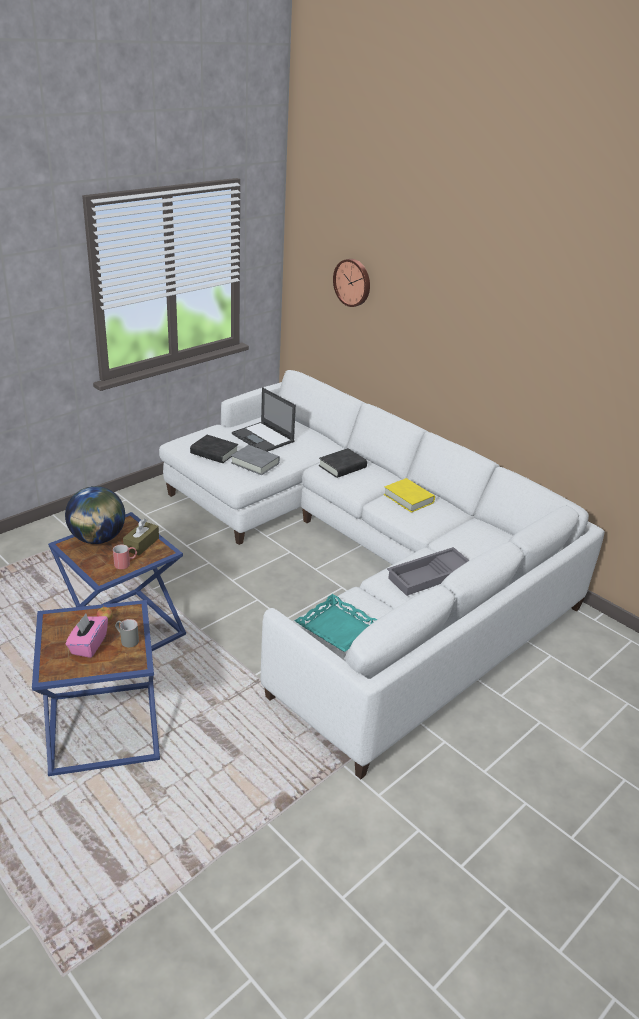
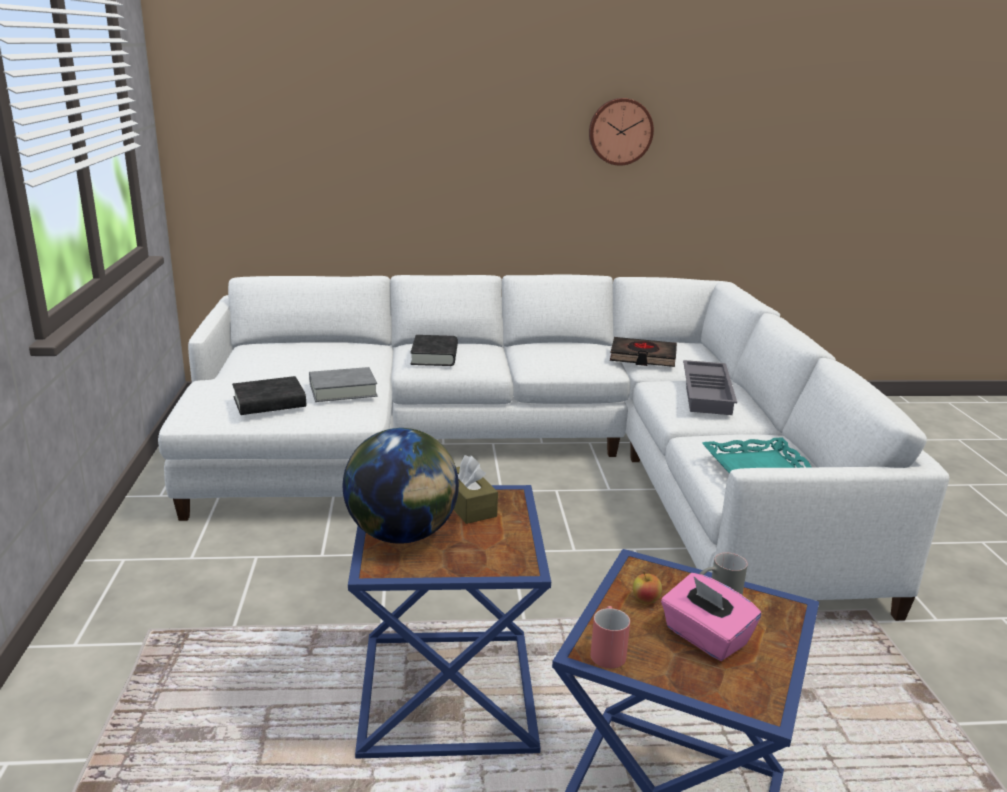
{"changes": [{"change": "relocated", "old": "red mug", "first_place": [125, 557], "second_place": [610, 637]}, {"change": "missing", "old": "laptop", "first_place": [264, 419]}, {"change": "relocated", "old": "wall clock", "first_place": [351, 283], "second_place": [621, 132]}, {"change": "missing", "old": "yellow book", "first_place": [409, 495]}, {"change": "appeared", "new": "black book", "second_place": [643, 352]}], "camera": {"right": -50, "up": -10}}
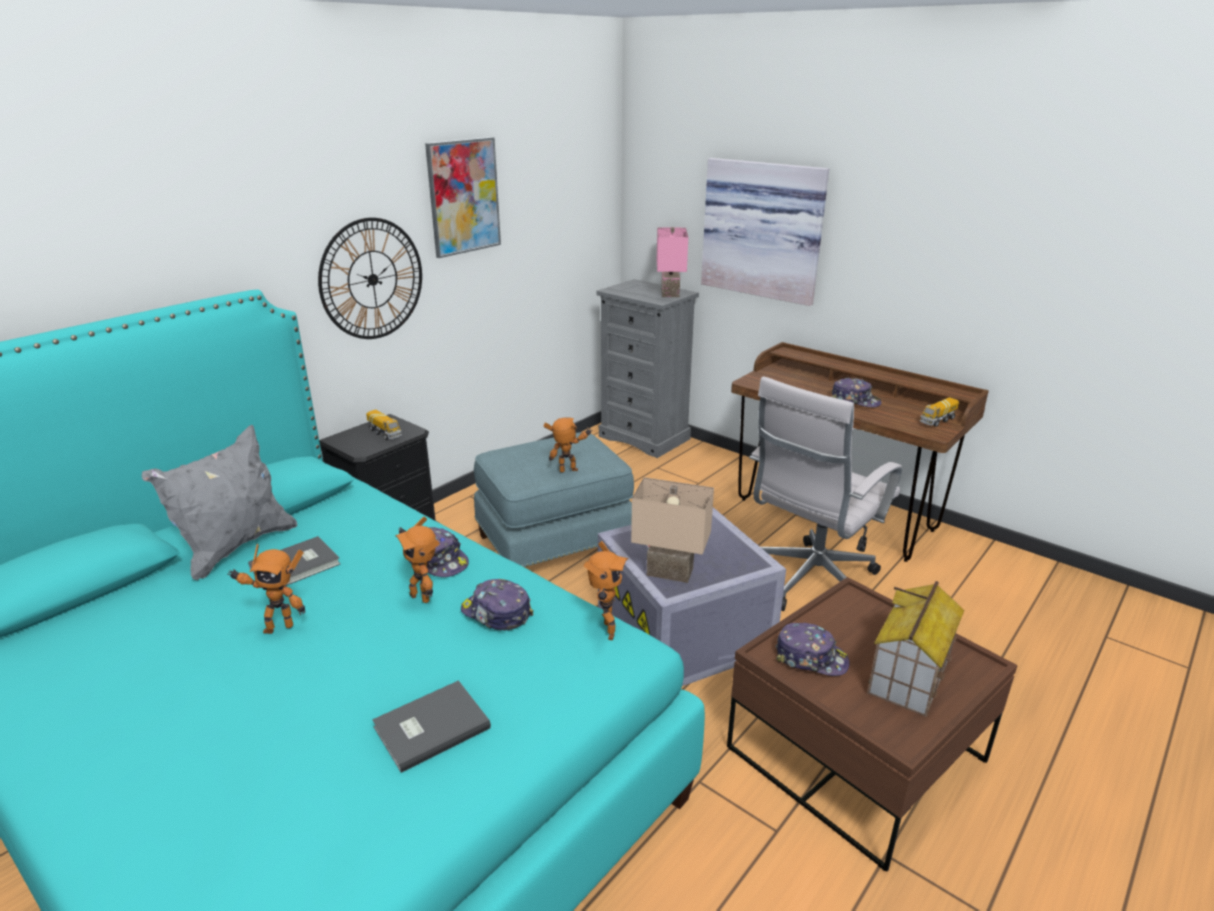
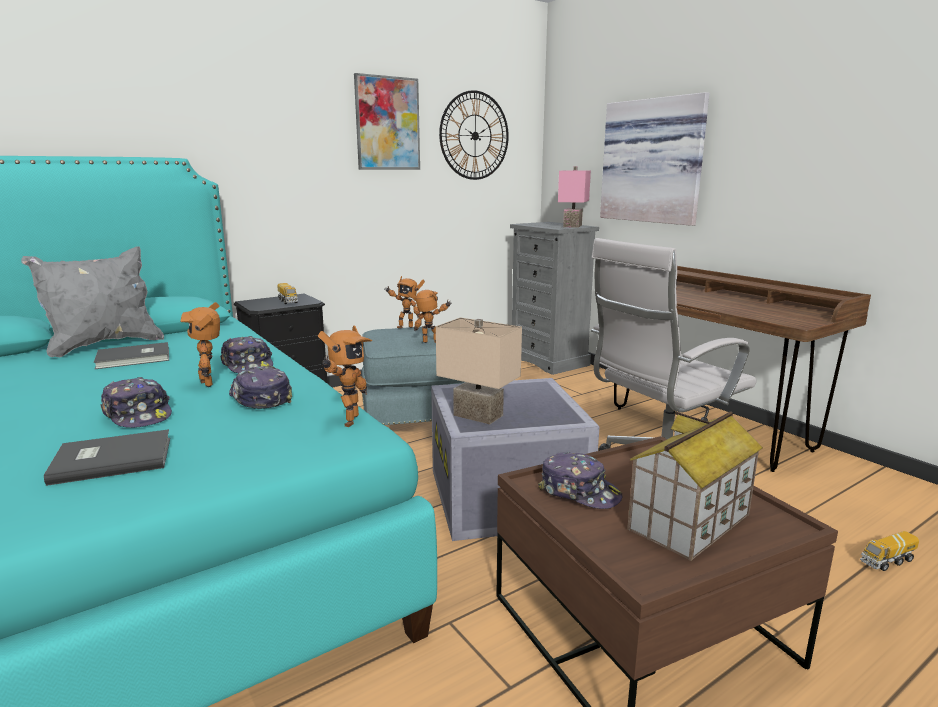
{"changes": [{"change": "relocated", "old": "toy robot", "first_place": [266, 589], "second_place": [405, 302]}, {"change": "relocated", "old": "wall clock", "first_place": [370, 278], "second_place": [474, 135]}, {"change": "relocated", "old": "cap", "first_place": [857, 392], "second_place": [136, 402]}, {"change": "relocated", "old": "toy truck", "first_place": [939, 412], "second_place": [889, 551]}], "camera": {"right": 15, "up": -10}}
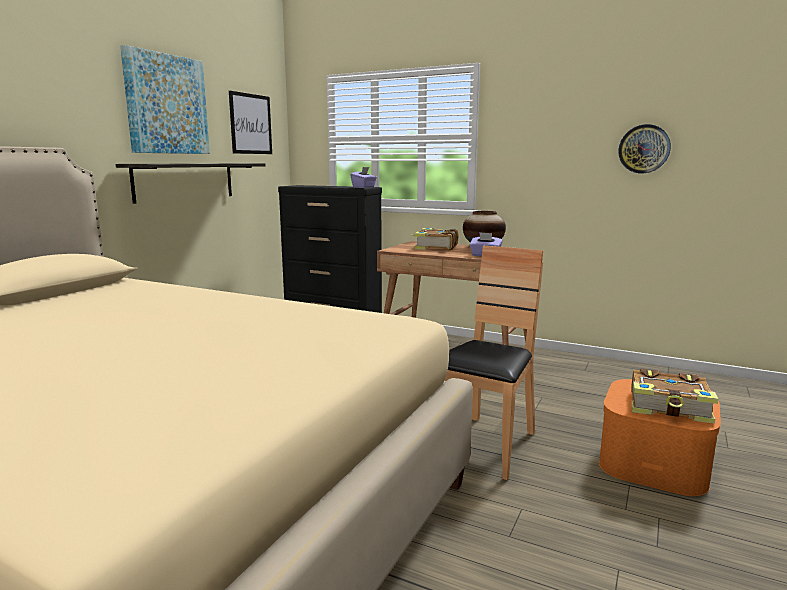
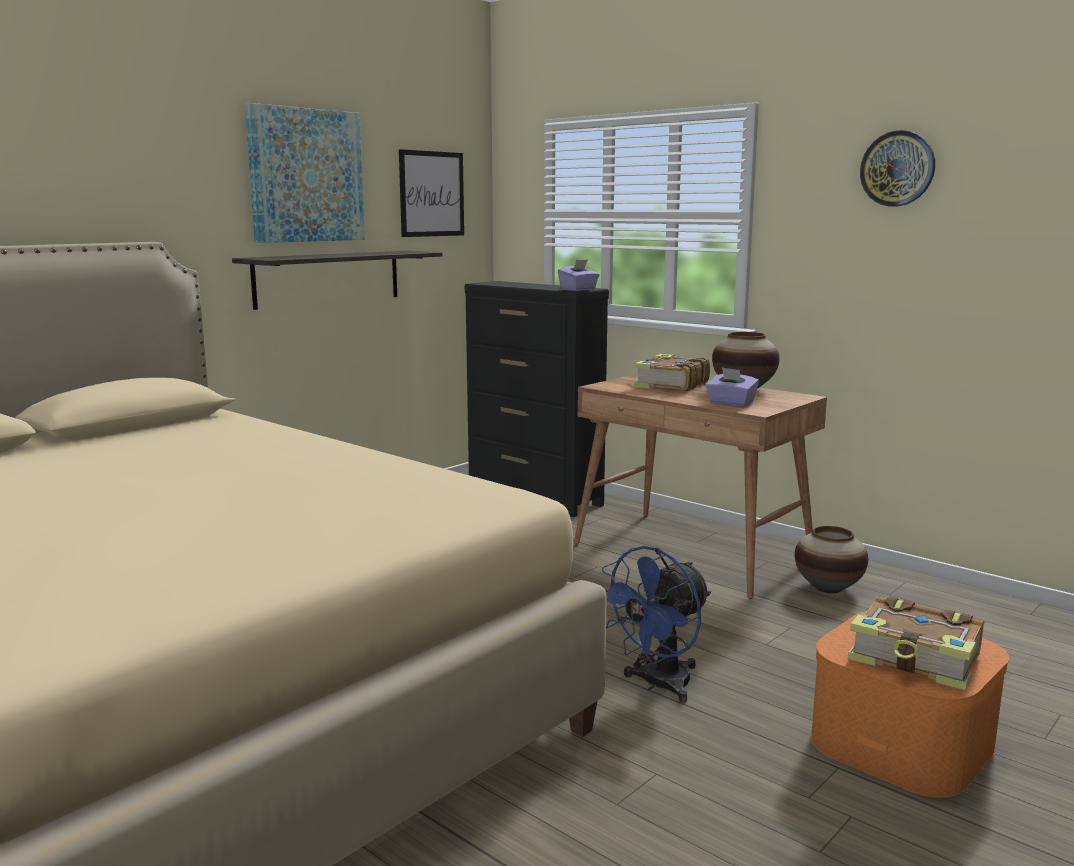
{"changes": [{"change": "exchanged", "old": "brown chair", "new": "blue fan", "first_place": [493, 363], "second_place": [656, 624]}, {"change": "relocated", "old": "wall clock", "first_place": [644, 148], "second_place": [897, 168]}, {"change": "appeared", "new": "vase", "second_place": [831, 560]}], "camera": {"right": 15, "up": 0}}
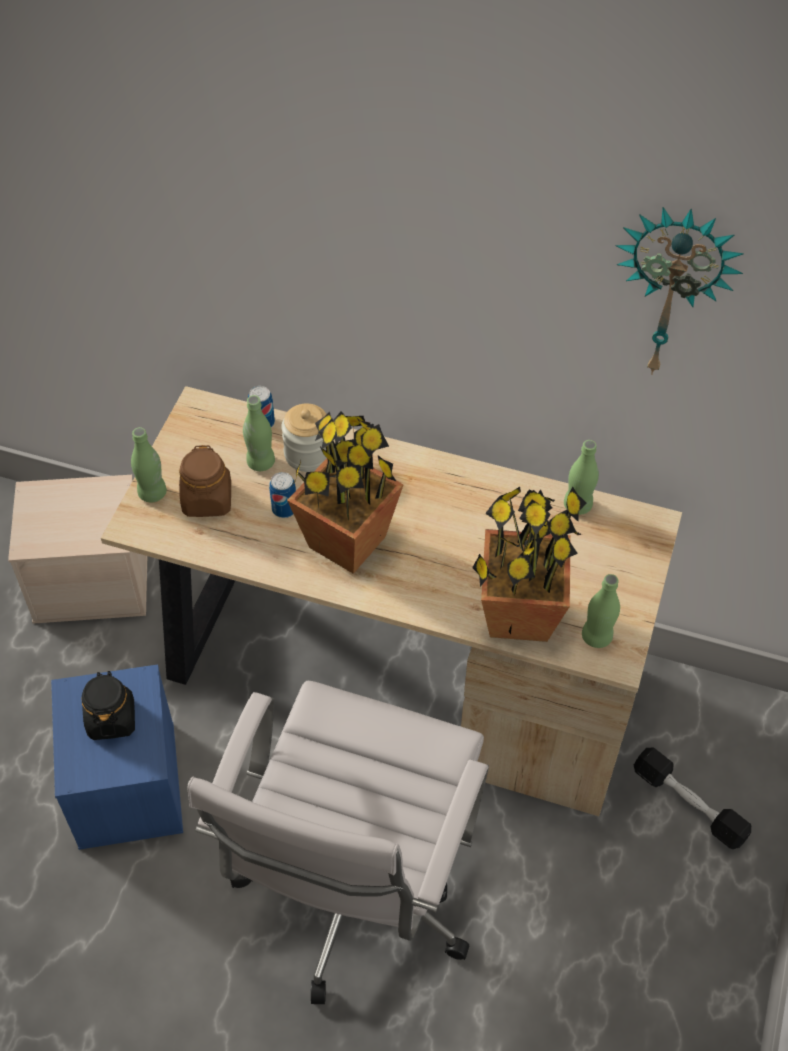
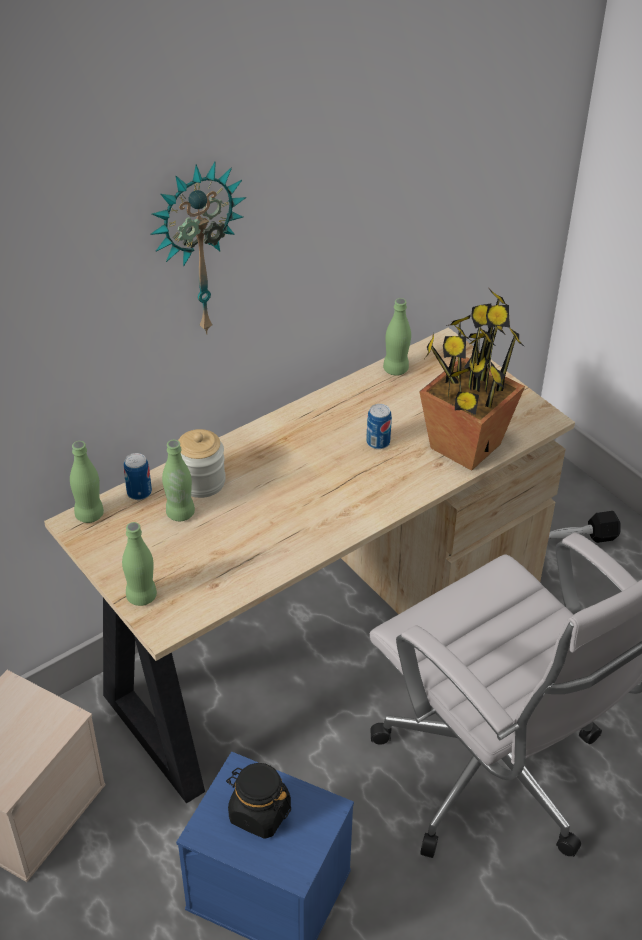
{"changes": [{"change": "missing", "old": "brown jar", "first_place": [205, 481]}, {"change": "relocated", "old": "can", "first_place": [282, 495], "second_place": [379, 426]}, {"change": "missing", "old": "potted plant", "first_place": [345, 492]}, {"change": "relocated", "old": "green bottle", "first_place": [601, 611], "second_place": [87, 482]}, {"change": "relocated", "old": "wall clock", "first_place": [680, 291], "second_place": [198, 248]}], "camera": {"right": -55, "up": -10}}
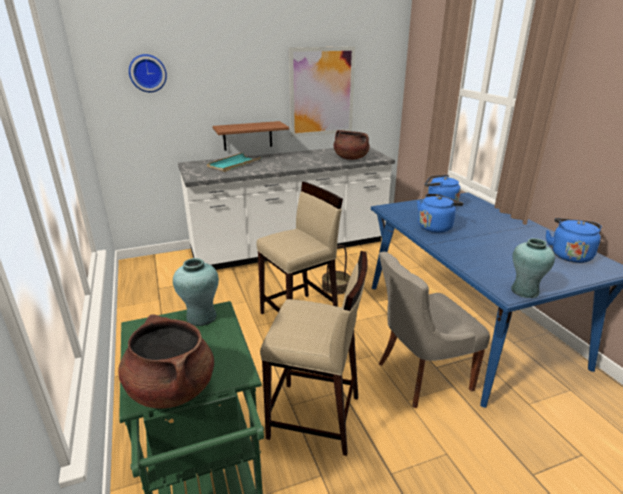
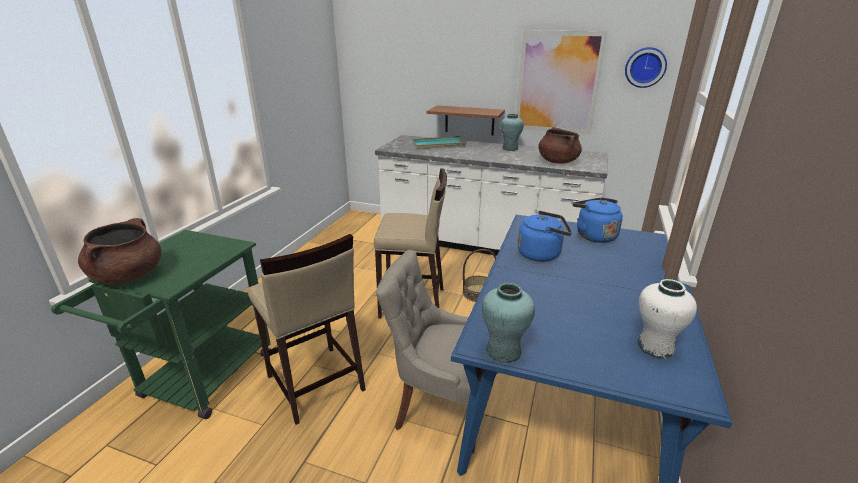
{"changes": [{"change": "relocated", "old": "wall clock", "first_place": [148, 73], "second_place": [646, 67]}, {"change": "relocated", "old": "turquoise vase", "first_place": [196, 292], "second_place": [512, 132]}, {"change": "exchanged", "old": "blue kettle", "new": "white vase", "first_place": [573, 240], "second_place": [667, 319]}], "camera": {"right": 40, "up": 0}}
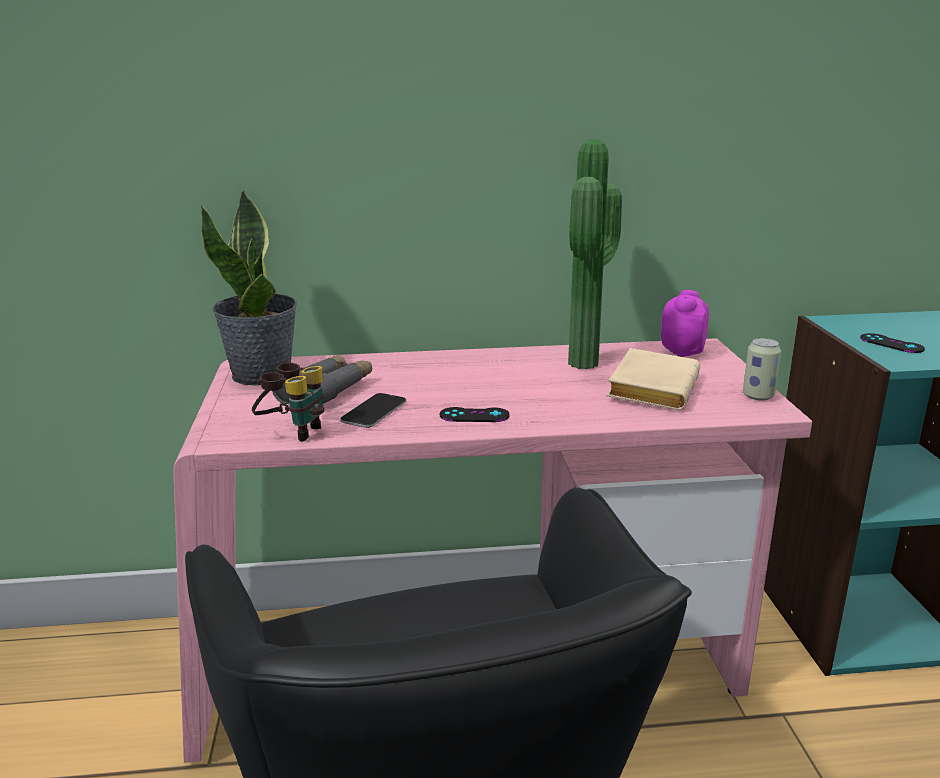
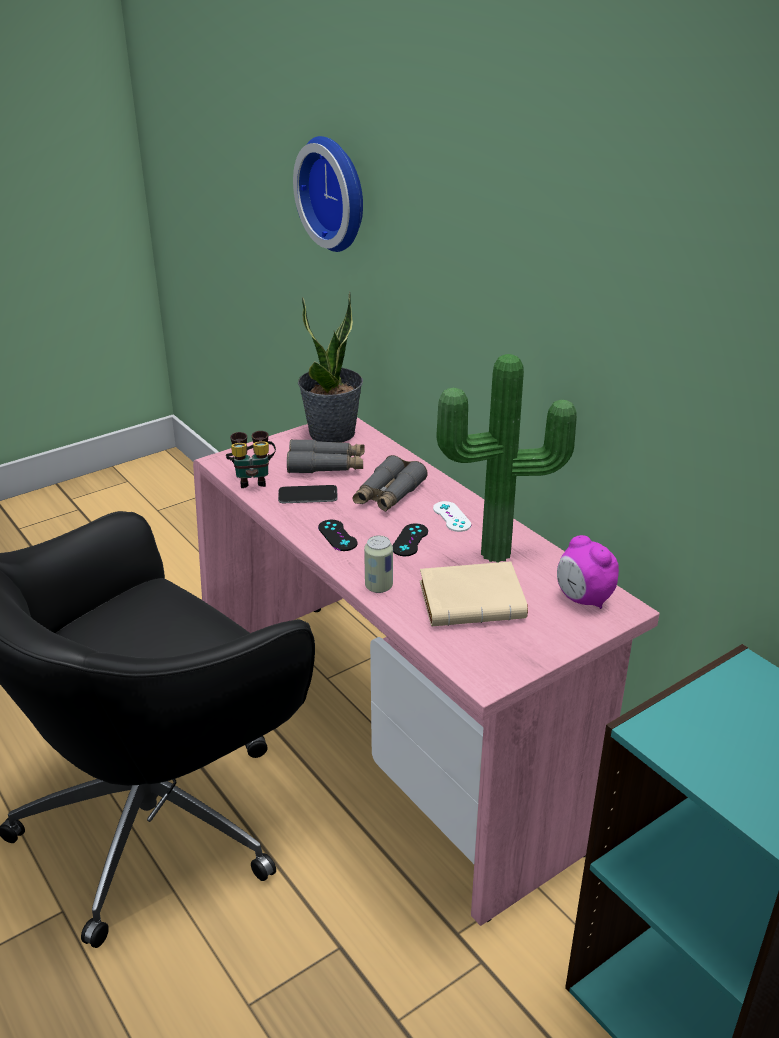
{"changes": [{"change": "spun", "old": "alarm clock", "first_place": [685, 323], "second_place": [588, 572], "degrees": -120}, {"change": "relocated", "old": "can", "first_place": [762, 369], "second_place": [378, 564]}, {"change": "relocated", "old": "black game controller", "first_place": [892, 343], "second_place": [410, 539]}, {"change": "appeared", "new": "wall clock", "second_place": [328, 194]}, {"change": "appeared", "new": "grey binoculars", "second_place": [390, 483]}, {"change": "appeared", "new": "white game controller", "second_place": [452, 516]}], "camera": {"right": 60, "up": 10}}
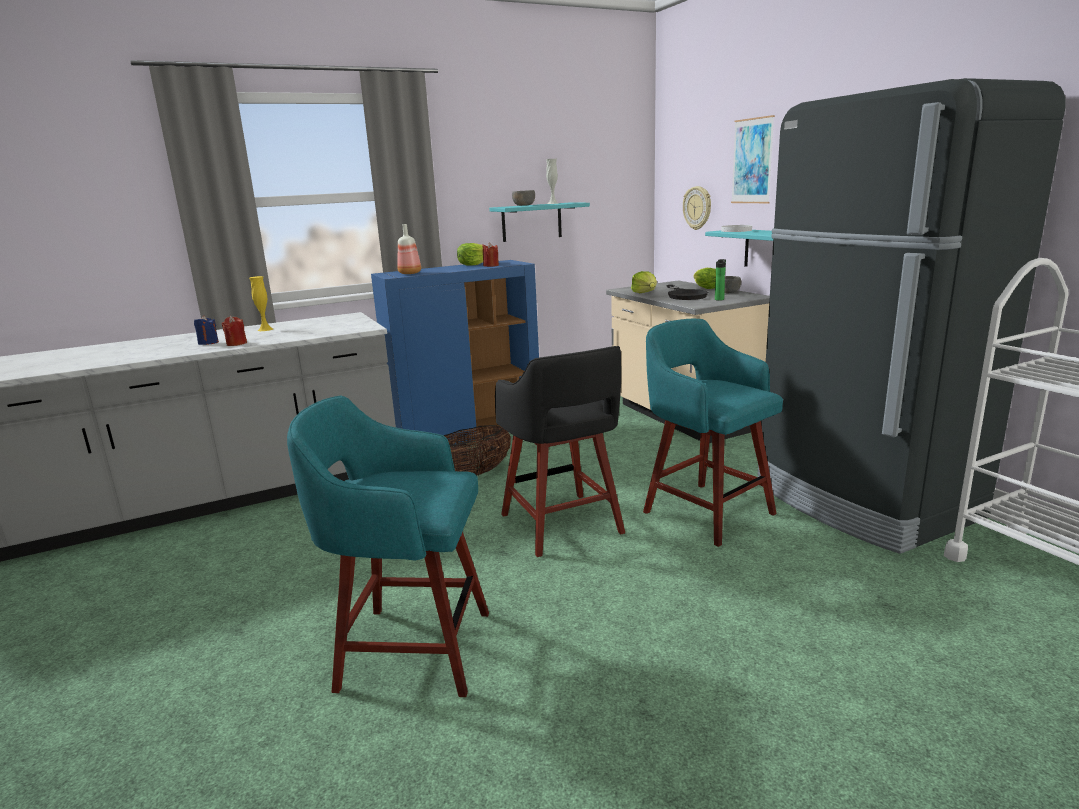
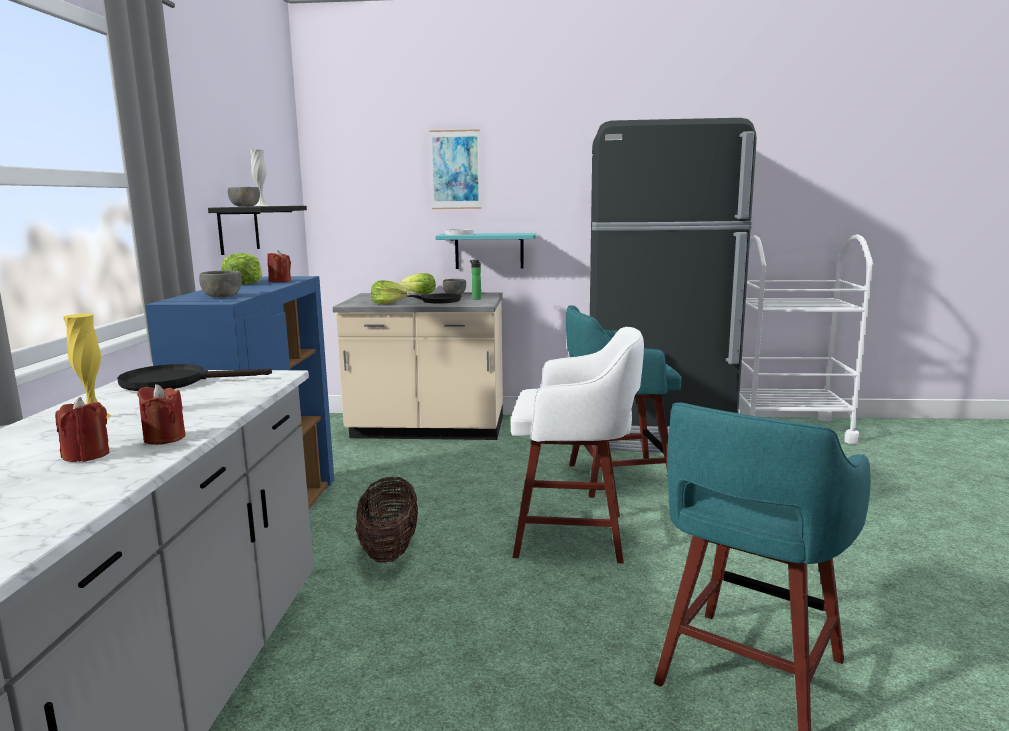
{"changes": [{"change": "colour", "old": "blue candle", "new": "red candle", "first_place": [206, 330], "second_place": [82, 429]}, {"change": "exchanged", "old": "bottle", "new": "grey bowl", "first_place": [409, 249], "second_place": [220, 284]}, {"change": "colour", "old": "turquoise shelf", "new": "black shelf", "first_place": [539, 222], "second_place": [257, 230]}, {"change": "colour", "old": "black stool", "new": "white stool", "first_place": [560, 451], "second_place": [577, 445]}, {"change": "missing", "old": "wall clock", "first_place": [697, 208]}, {"change": "appeared", "new": "black frying pan", "second_place": [194, 377]}], "camera": {"right": -60, "up": -5}}
